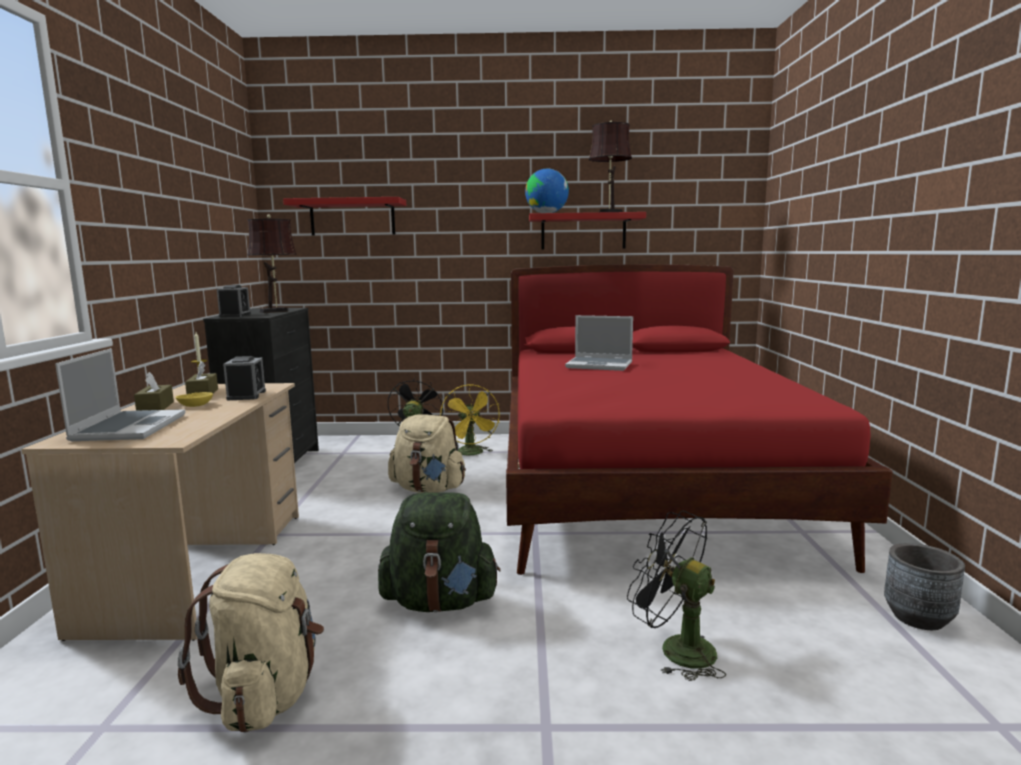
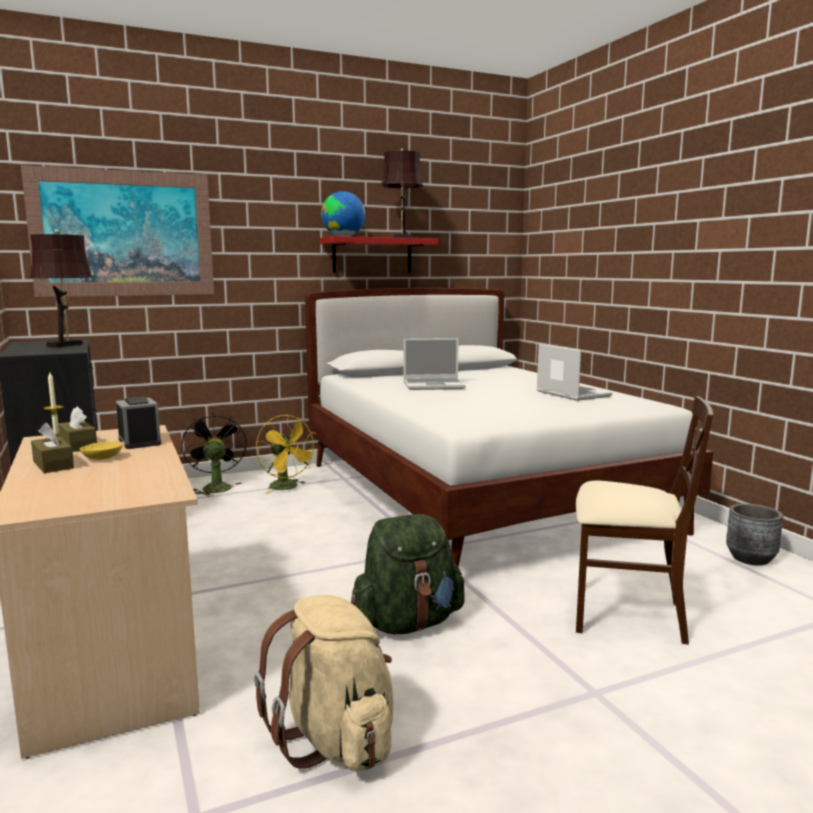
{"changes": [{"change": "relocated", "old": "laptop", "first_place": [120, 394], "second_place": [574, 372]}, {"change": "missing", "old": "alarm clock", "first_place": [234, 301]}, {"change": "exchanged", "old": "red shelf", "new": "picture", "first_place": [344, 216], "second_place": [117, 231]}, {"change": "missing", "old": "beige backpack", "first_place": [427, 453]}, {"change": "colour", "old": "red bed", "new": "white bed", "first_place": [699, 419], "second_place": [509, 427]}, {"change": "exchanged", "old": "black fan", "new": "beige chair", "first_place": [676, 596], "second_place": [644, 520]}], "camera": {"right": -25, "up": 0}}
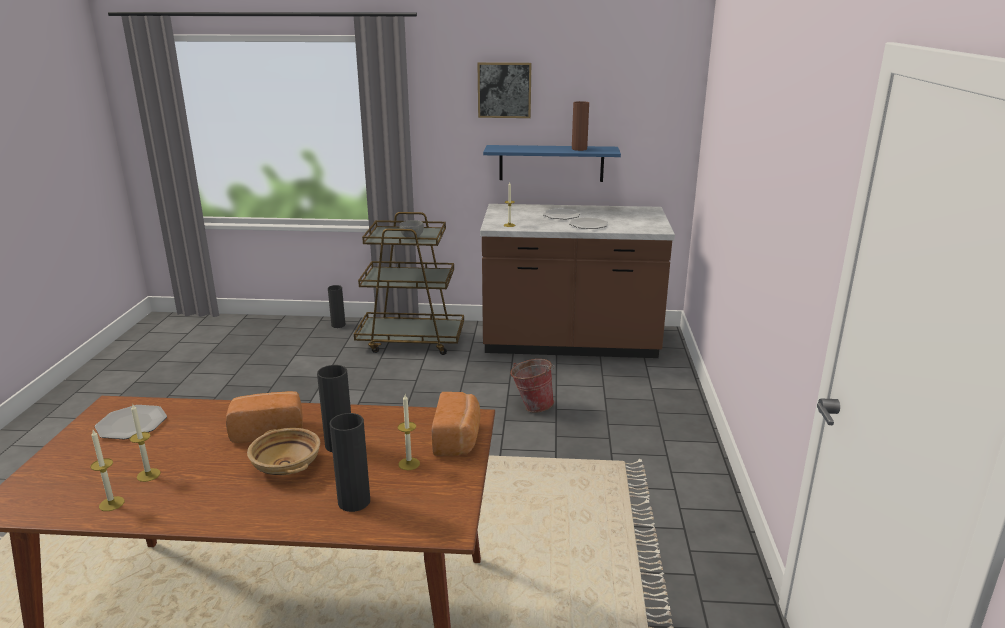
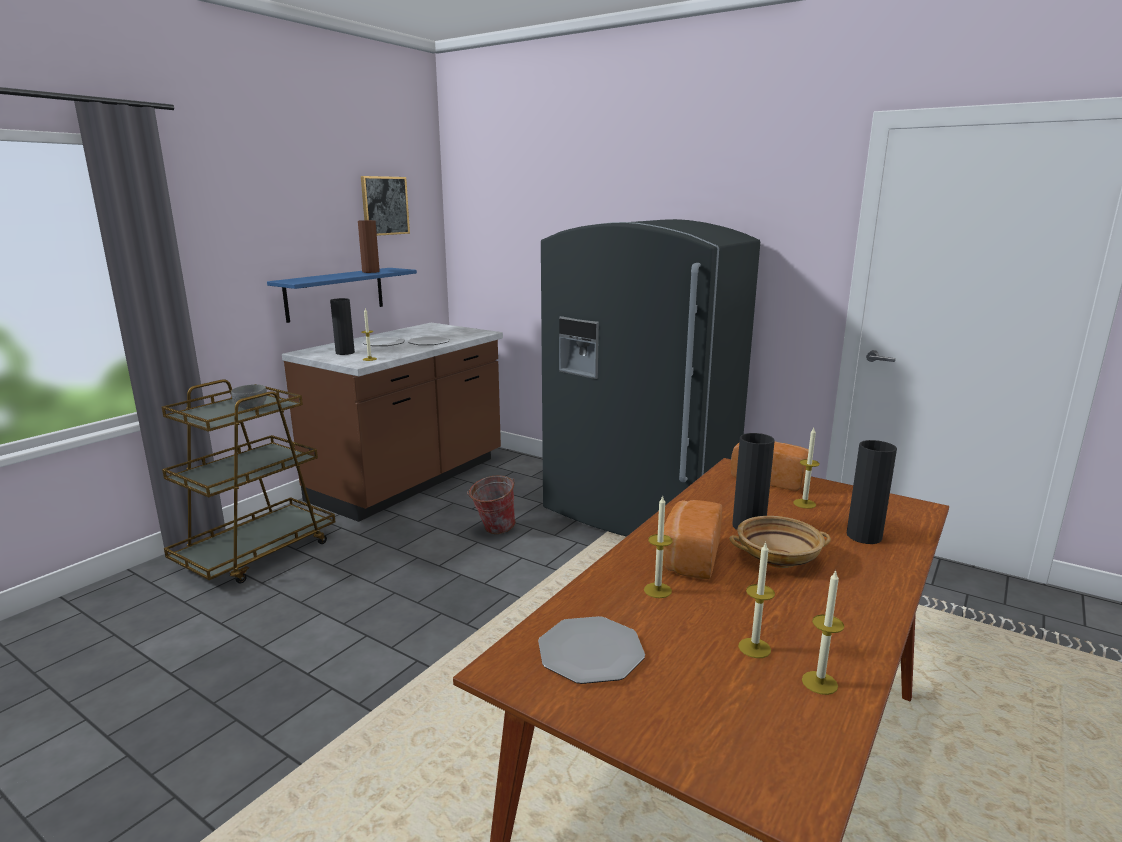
{"changes": [{"change": "relocated", "old": "black vase", "first_place": [336, 306], "second_place": [342, 326]}, {"change": "relocated", "old": "picture", "first_place": [504, 90], "second_place": [385, 206]}, {"change": "appeared", "new": "grey fridge", "second_place": [650, 378]}, {"change": "appeared", "new": "candle", "second_place": [658, 546]}], "camera": {"right": -60, "up": -5}}
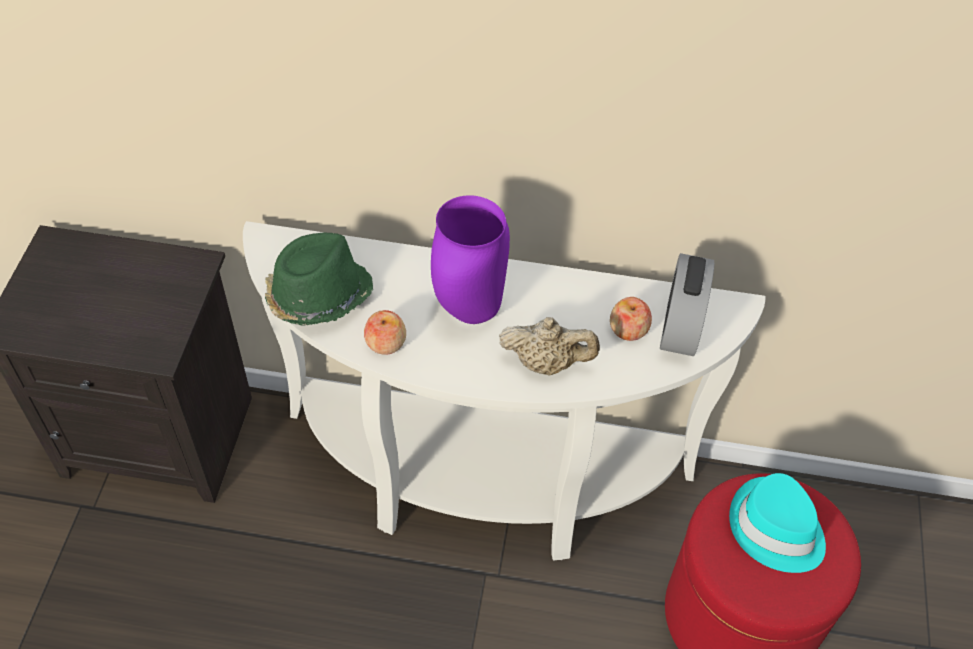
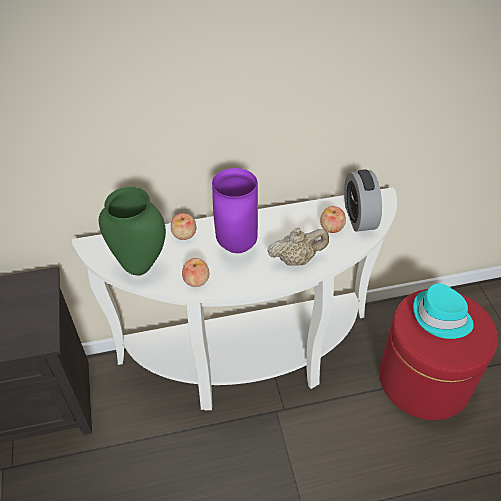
{"changes": [{"change": "exchanged", "old": "green hat", "new": "green vase", "first_place": [319, 279], "second_place": [132, 231]}, {"change": "appeared", "new": "apple", "second_place": [183, 226]}], "camera": {"right": -20, "up": -5}}
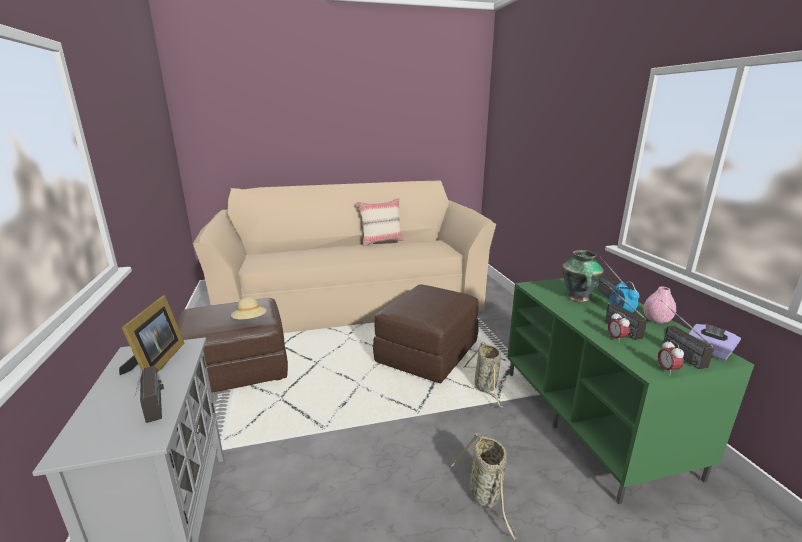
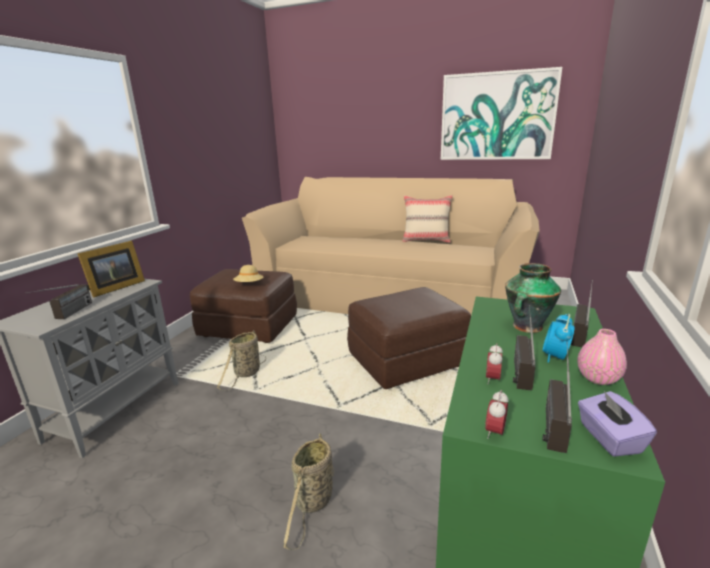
{"changes": [{"change": "relocated", "old": "basket", "first_place": [483, 375], "second_place": [241, 360]}, {"change": "appeared", "new": "picture", "second_place": [501, 113]}], "camera": {"right": 35, "up": 0}}
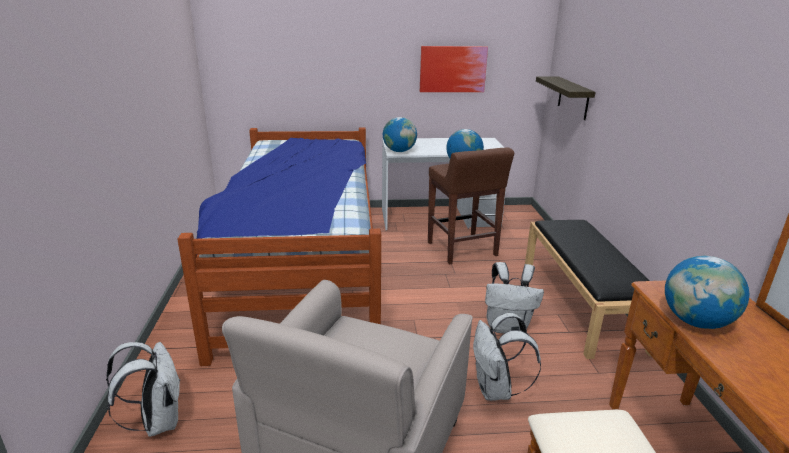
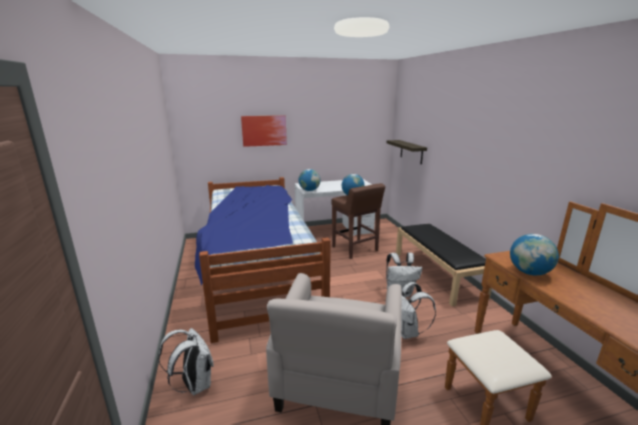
{"changes": [{"change": "relocated", "old": "picture", "first_place": [454, 69], "second_place": [264, 131]}], "camera": {"right": -10, "up": -5}}
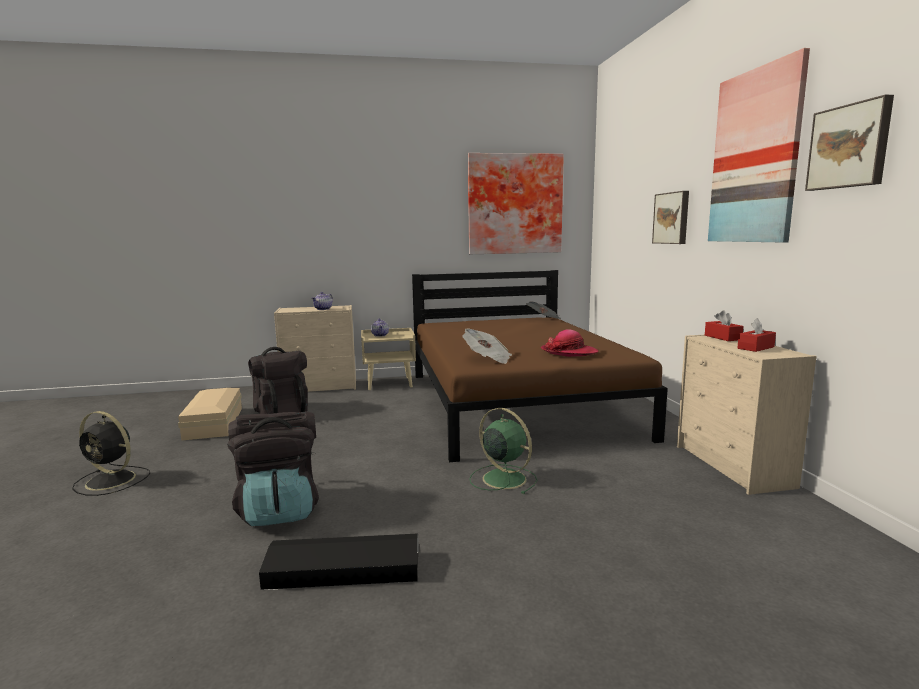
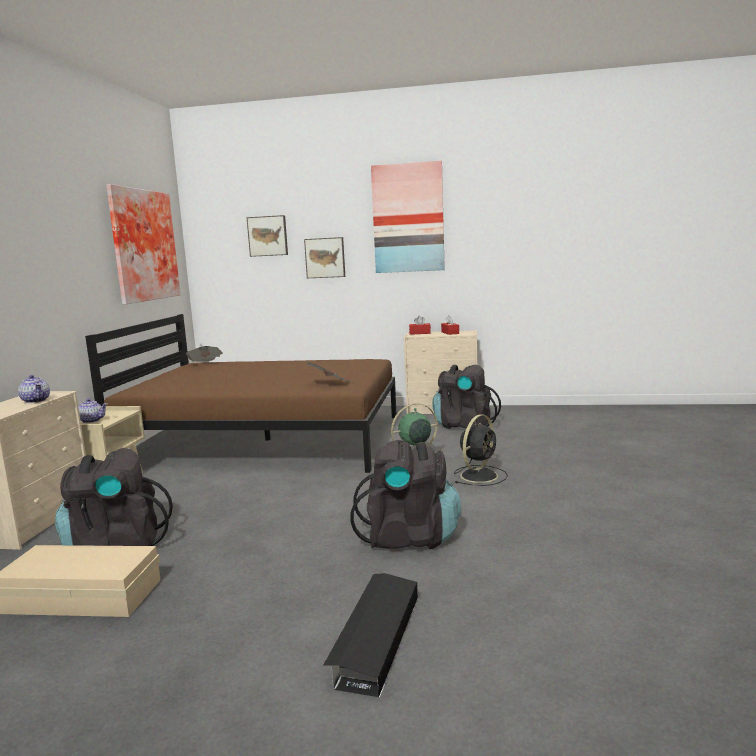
{"changes": [{"change": "relocated", "old": "black fan", "first_place": [111, 453], "second_place": [481, 450]}, {"change": "relocated", "old": "black storage box", "first_place": [339, 561], "second_place": [370, 635]}, {"change": "missing", "old": "hat", "first_place": [569, 343]}, {"change": "relocated", "old": "picture", "first_place": [849, 143], "second_place": [267, 236]}, {"change": "appeared", "new": "black backpack", "second_place": [466, 396]}], "camera": {"right": -70, "up": 0}}
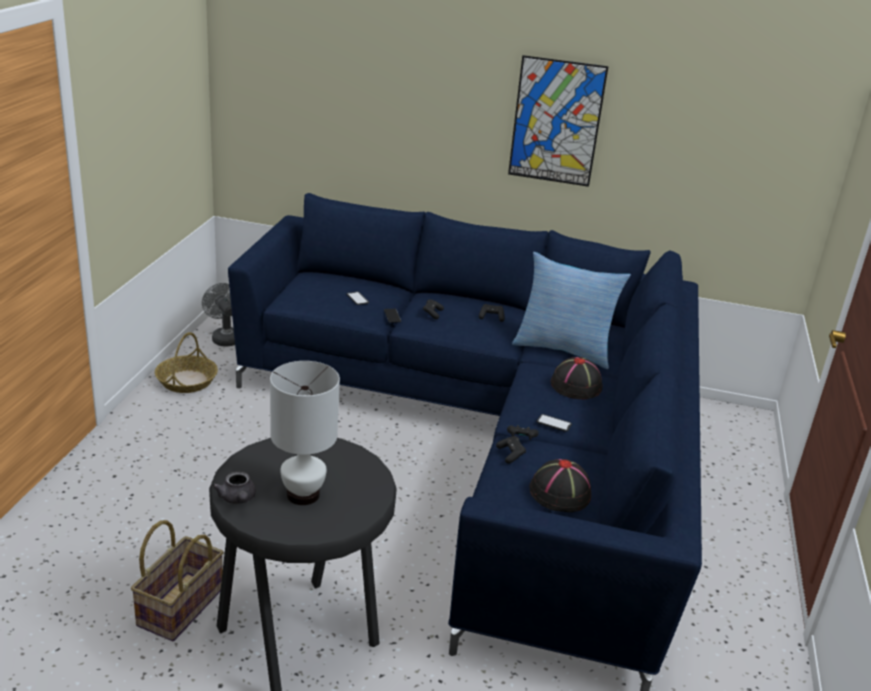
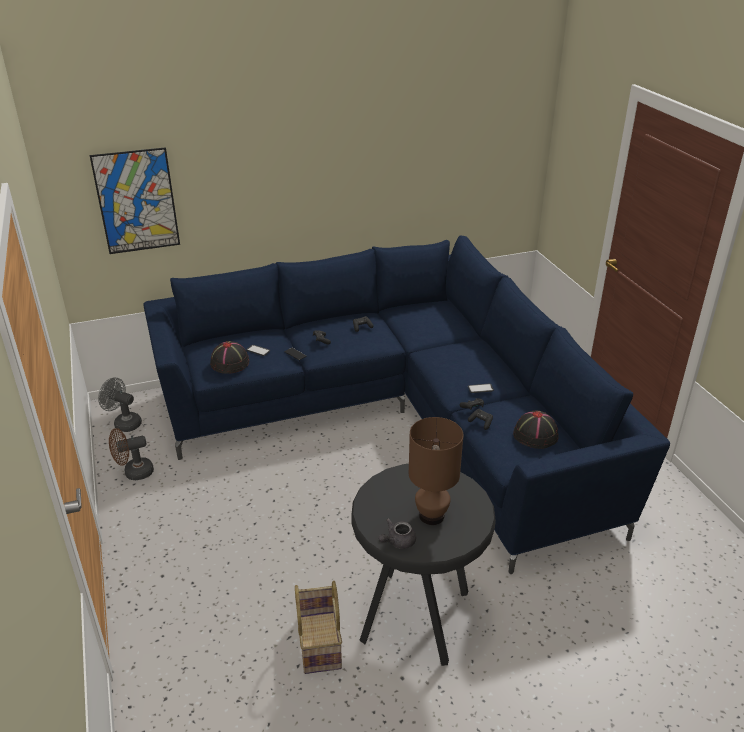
{"changes": [{"change": "exchanged", "old": "basket", "new": "brown fan", "first_place": [186, 362], "second_place": [131, 454]}, {"change": "spun", "old": "grey teapot", "first_place": [234, 487], "second_place": [397, 533], "degrees": 105}, {"change": "colour", "old": "white table lamp", "new": "brown table lamp", "first_place": [305, 433], "second_place": [436, 471]}, {"change": "relocated", "old": "picture", "first_place": [558, 121], "second_place": [135, 200]}, {"change": "missing", "old": "pillow", "first_place": [571, 310]}, {"change": "relocated", "old": "black hat", "first_place": [576, 378], "second_place": [229, 357]}], "camera": {"right": -30, "up": 5}}
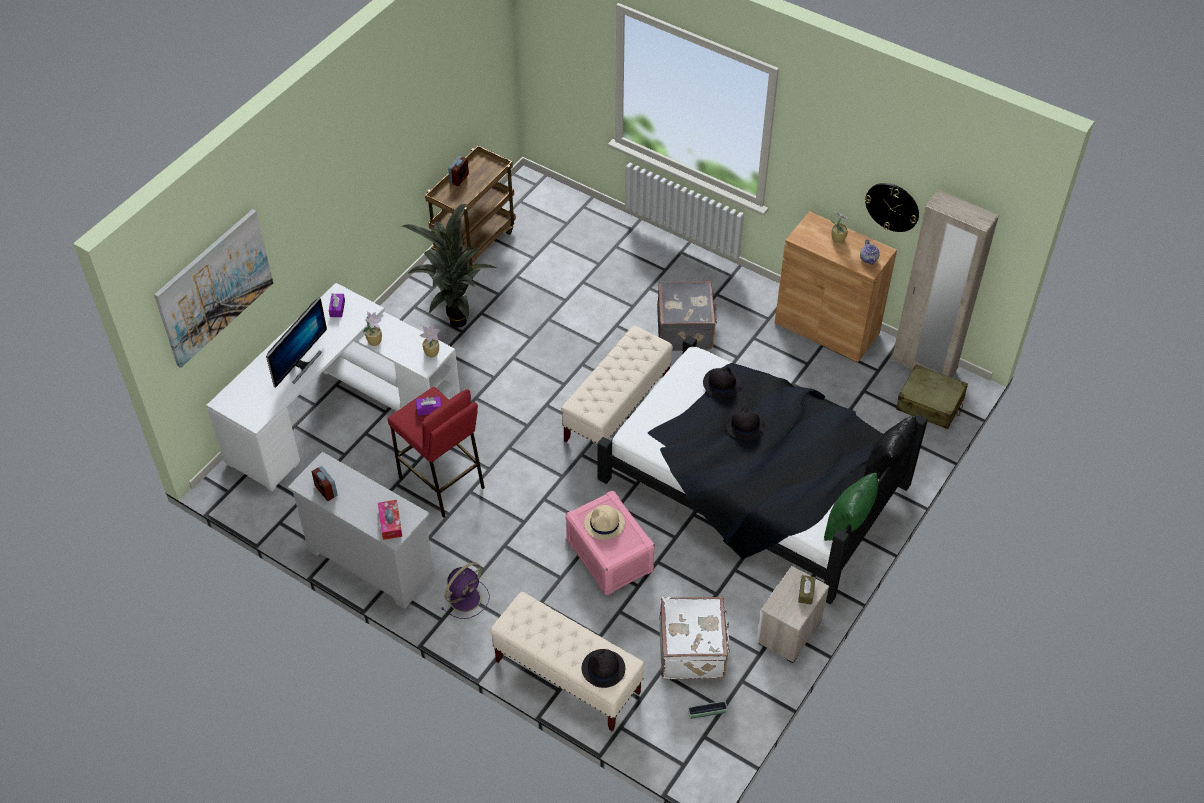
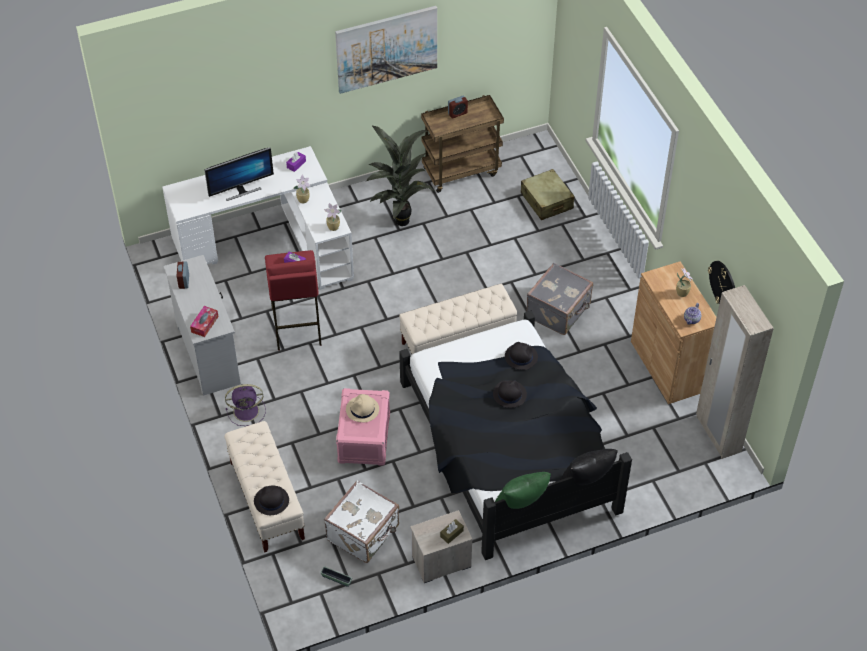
{"changes": [{"change": "relocated", "old": "picture", "first_place": [213, 288], "second_place": [386, 50]}, {"change": "relocated", "old": "beige suitcase", "first_place": [932, 397], "second_place": [547, 194]}], "camera": {"right": 35, "up": 0}}
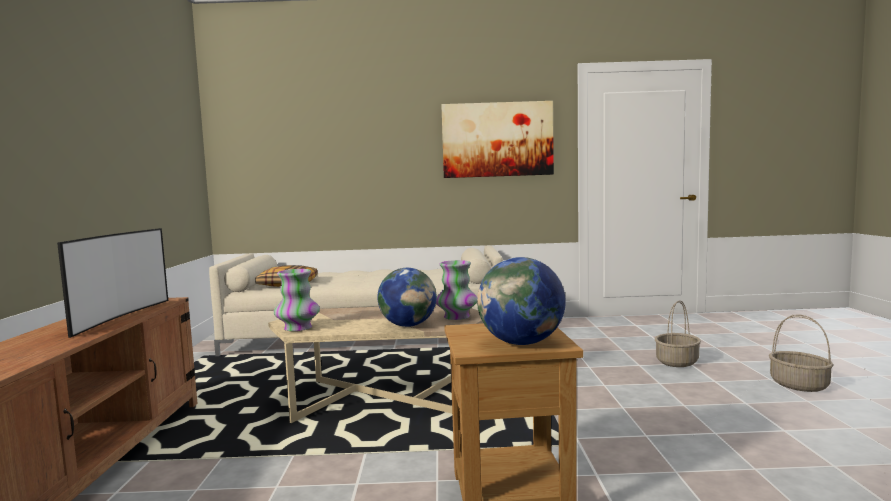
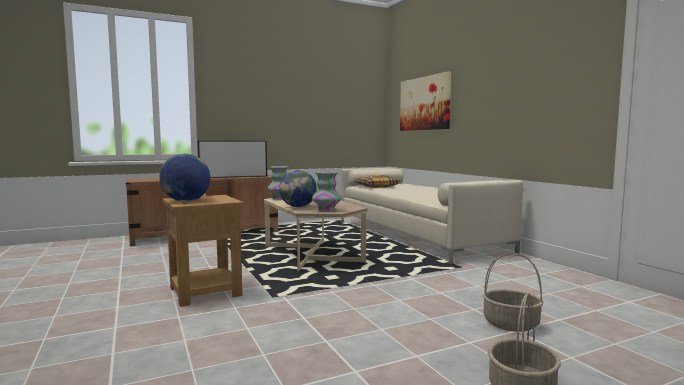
{"changes": [{"change": "relocated", "old": "picture", "first_place": [497, 139], "second_place": [425, 101]}], "camera": {"right": 65, "up": 0}}
